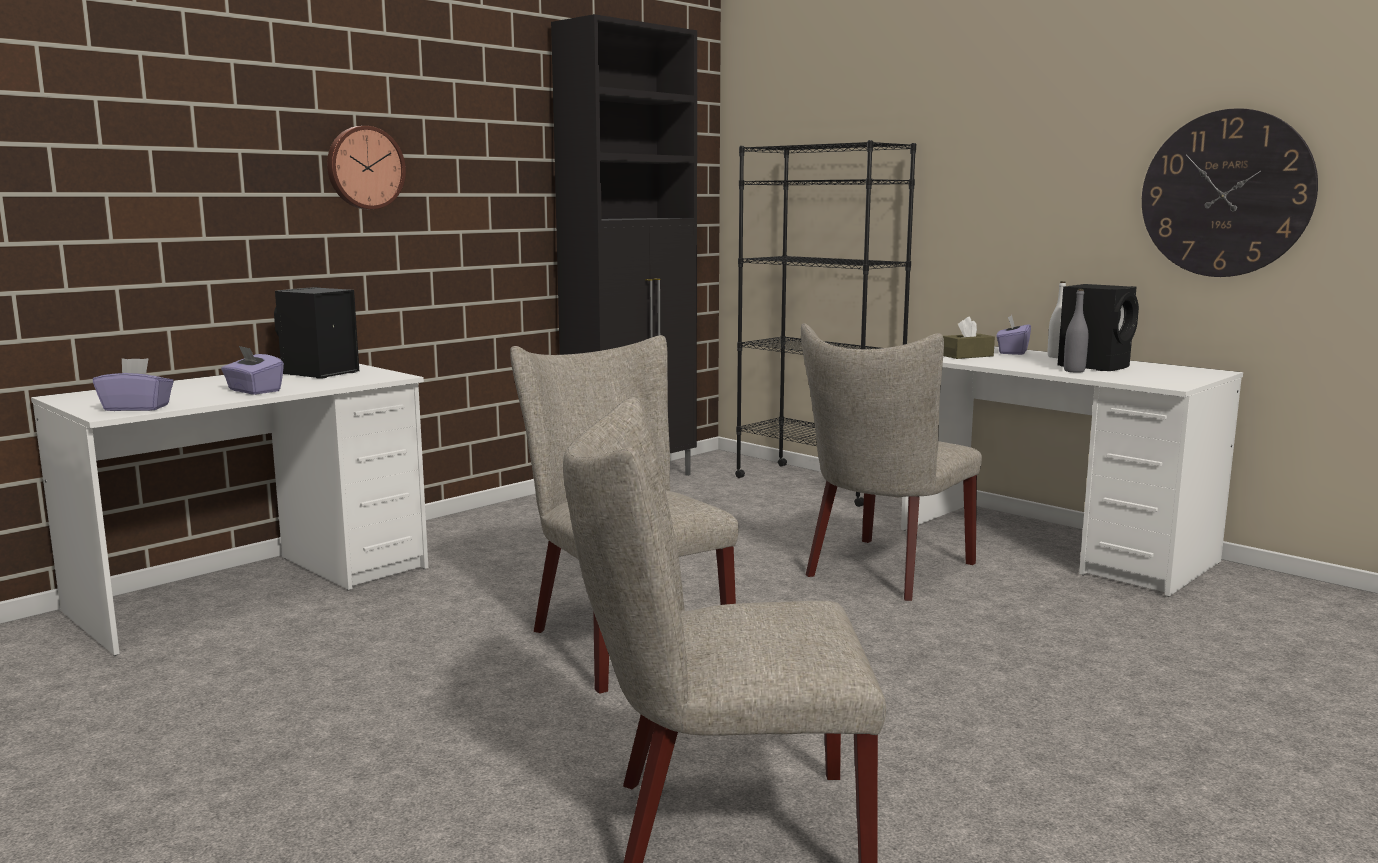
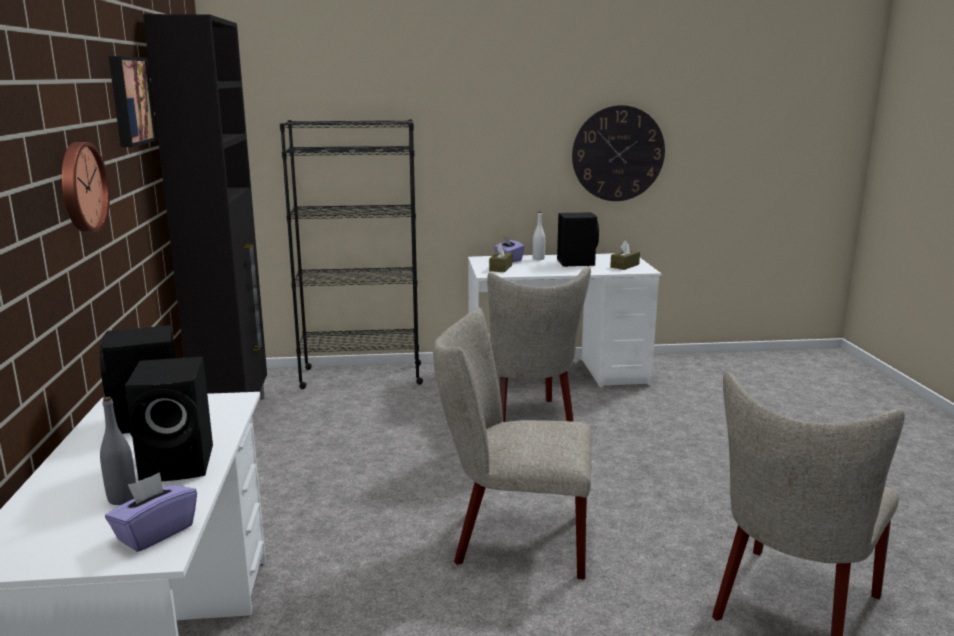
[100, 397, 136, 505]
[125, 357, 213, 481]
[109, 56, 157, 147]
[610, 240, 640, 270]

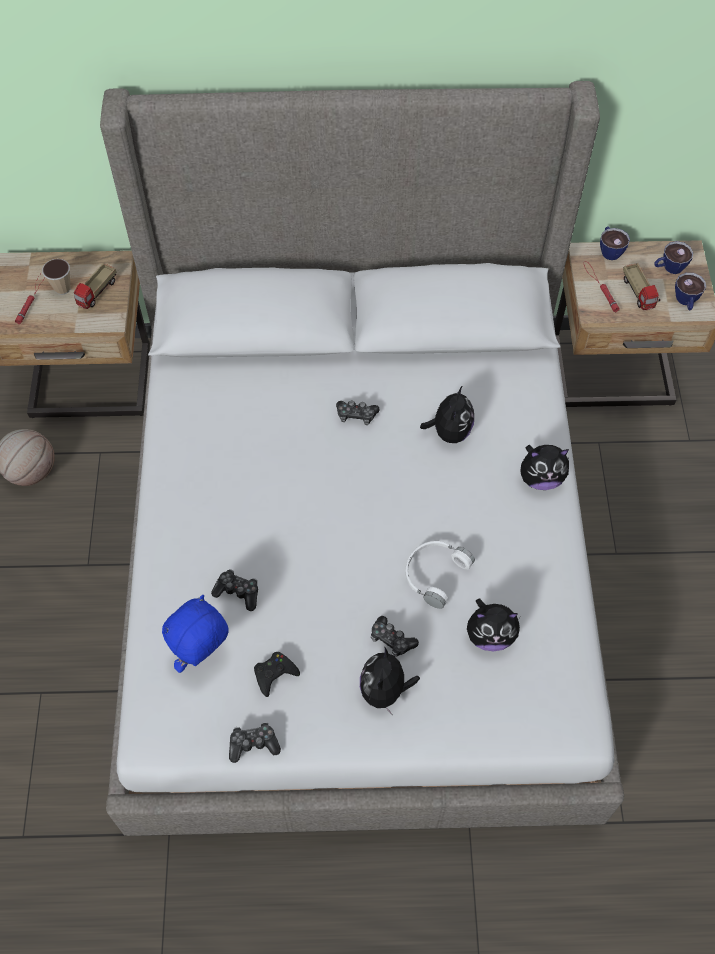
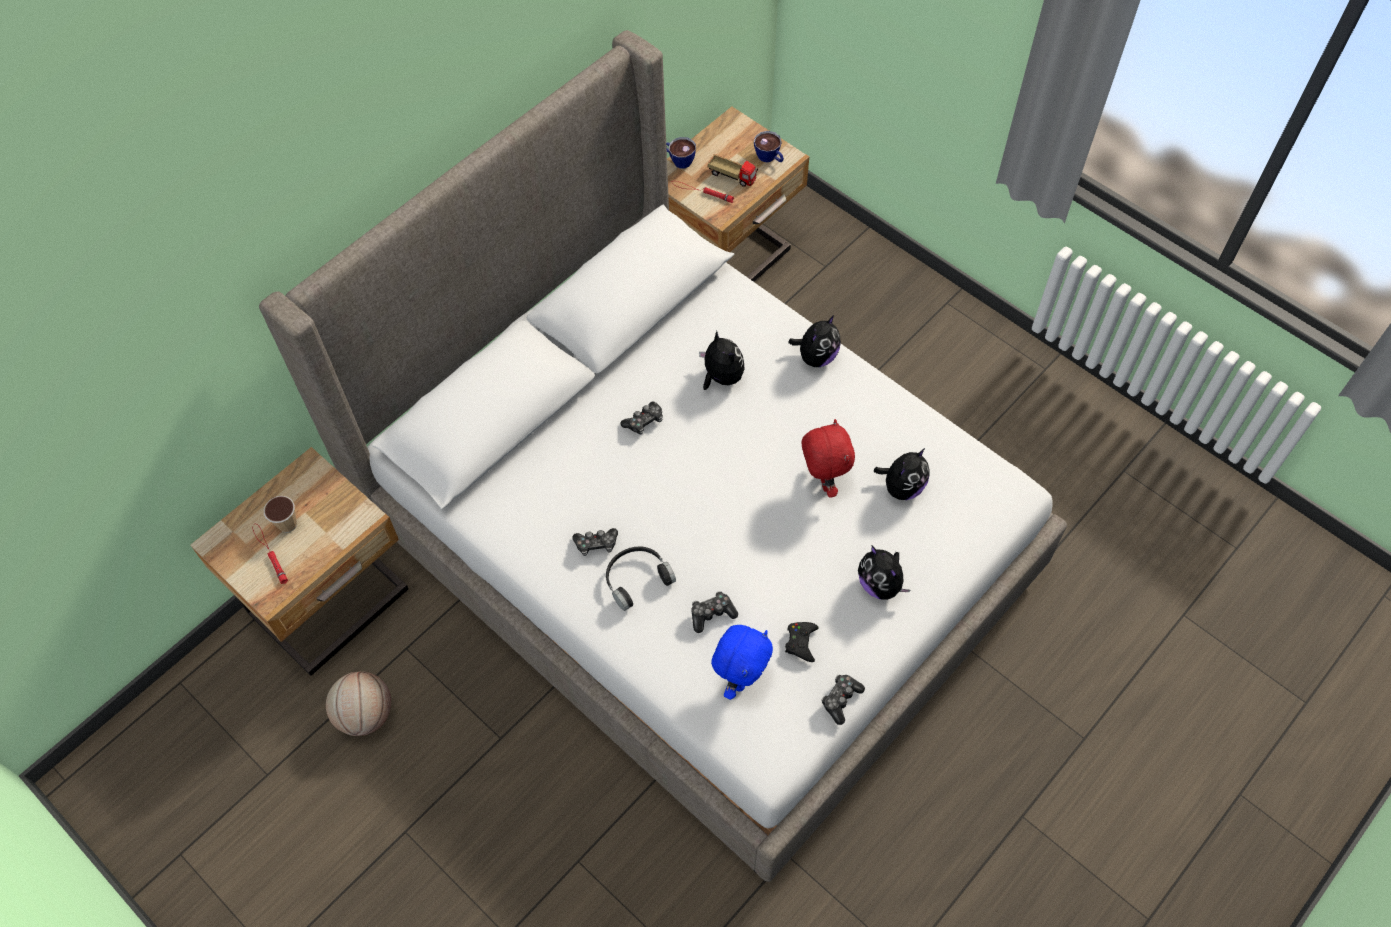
[654, 241, 693, 274] (first image)
[74, 263, 116, 309] (first image)
[802, 419, 855, 498]
[711, 625, 773, 700]
[572, 528, 618, 556]
[606, 546, 676, 611]

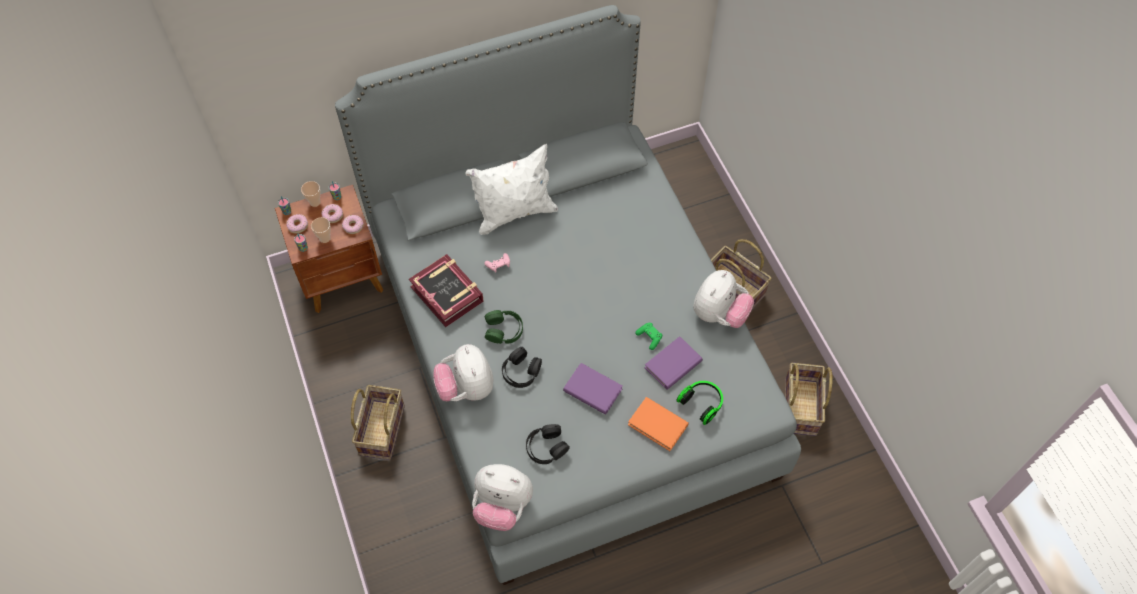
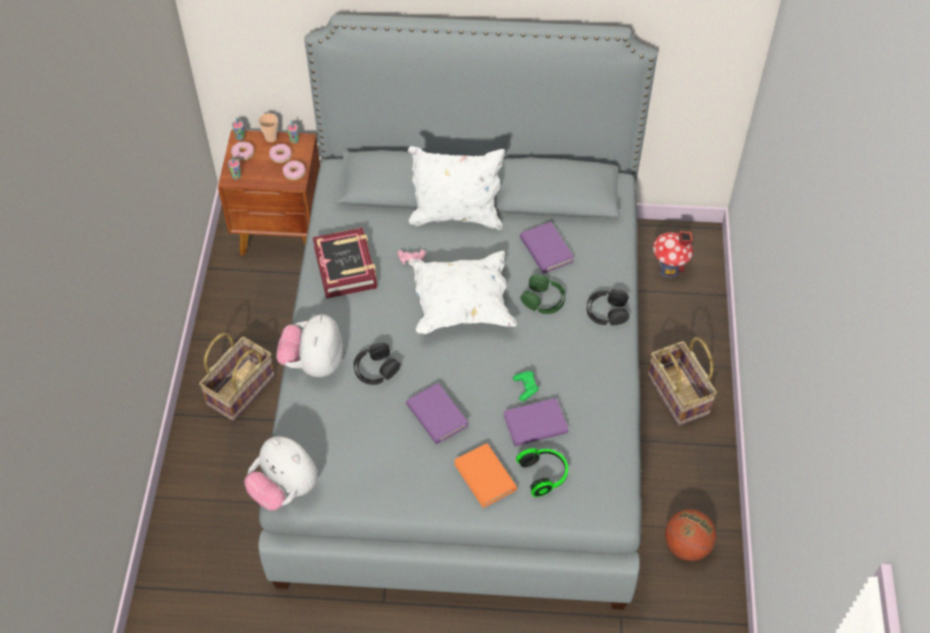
[311, 217, 331, 243] (first image)
[693, 270, 754, 328] (first image)
[520, 275, 565, 314]
[665, 509, 716, 561]
[587, 289, 629, 326]
[520, 222, 574, 274]
[653, 231, 693, 278]
[409, 251, 516, 334]

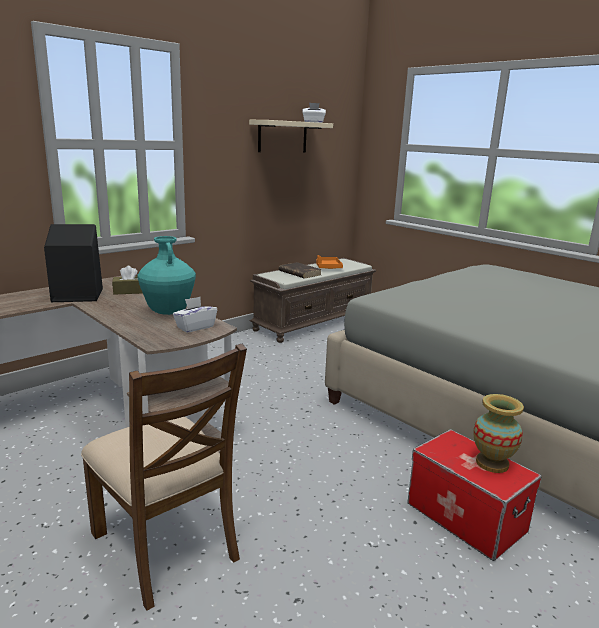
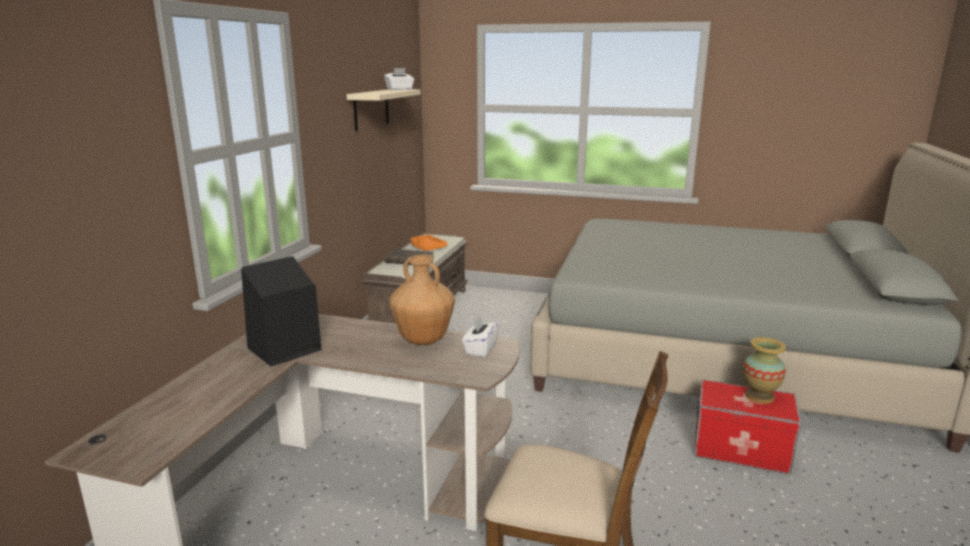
[389, 255, 455, 345]
[112, 266, 143, 295] (first image)

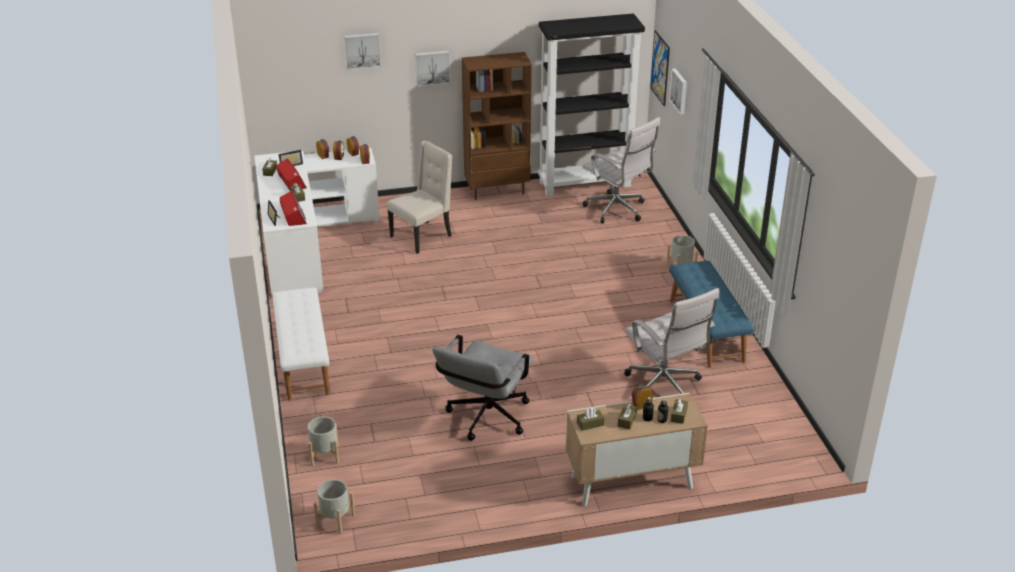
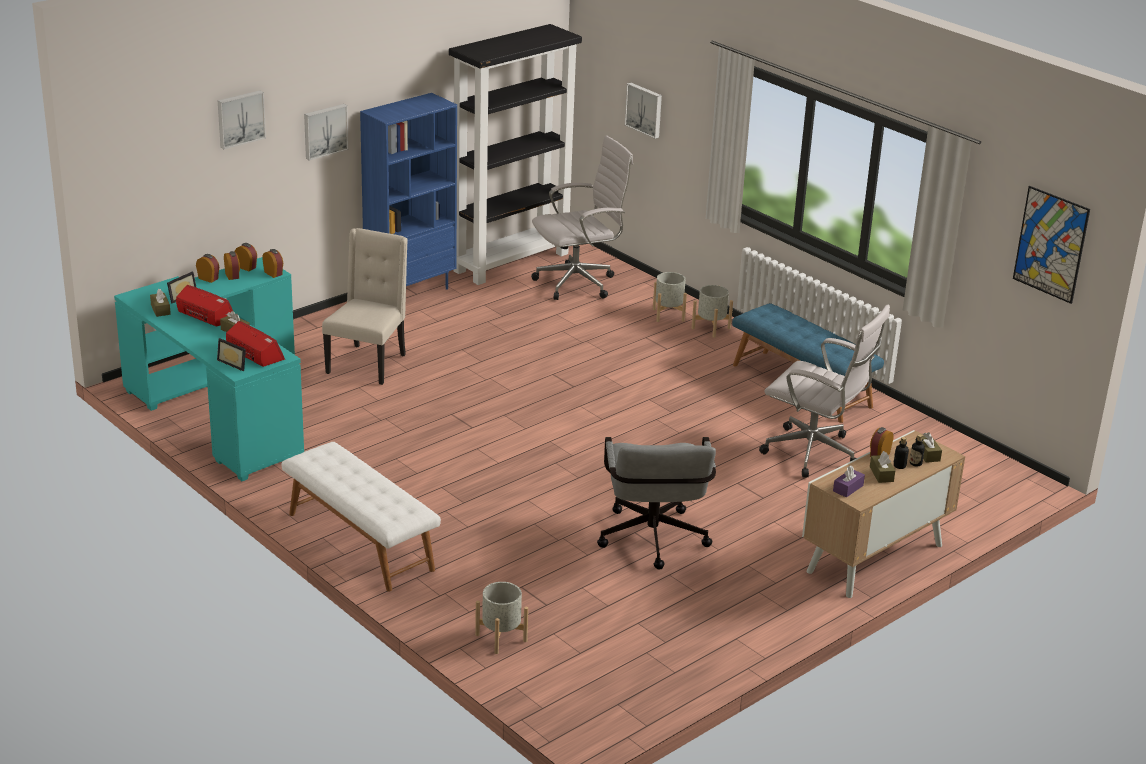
[1013, 186, 1090, 304]
[360, 93, 457, 290]
[531, 135, 633, 300]
[114, 257, 304, 481]
[833, 465, 865, 497]
[653, 272, 687, 322]

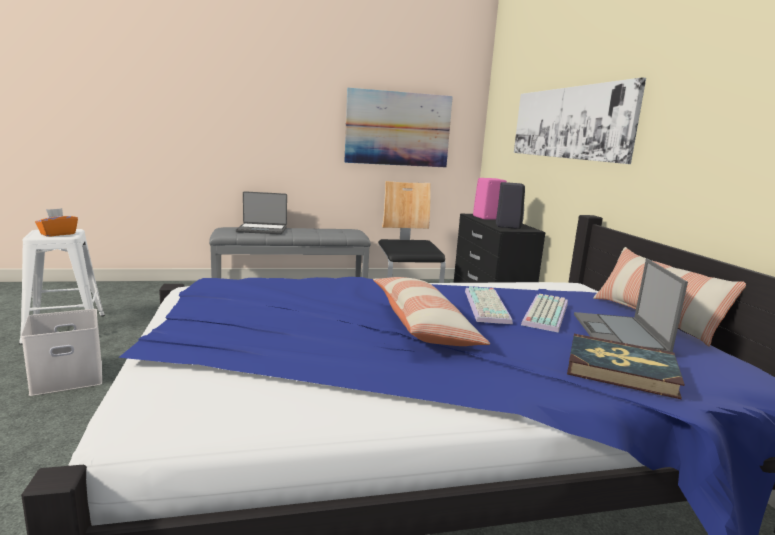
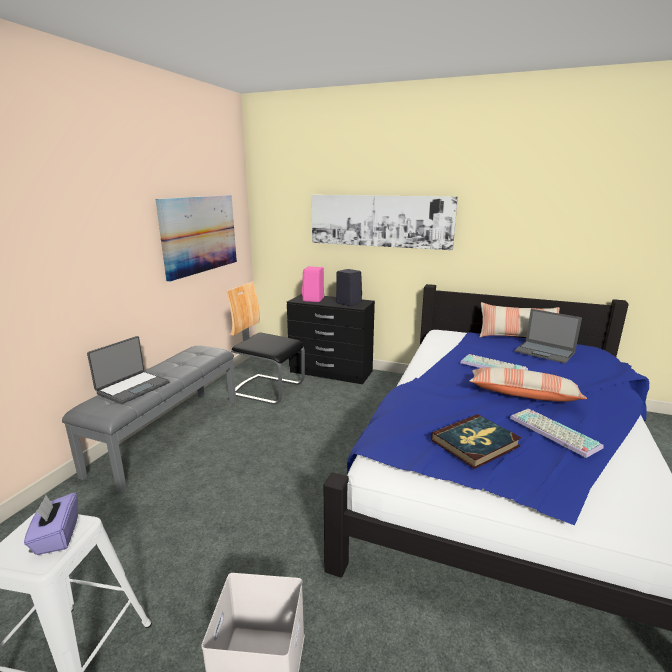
[24, 492, 78, 555]
[510, 409, 603, 458]
[431, 414, 522, 469]

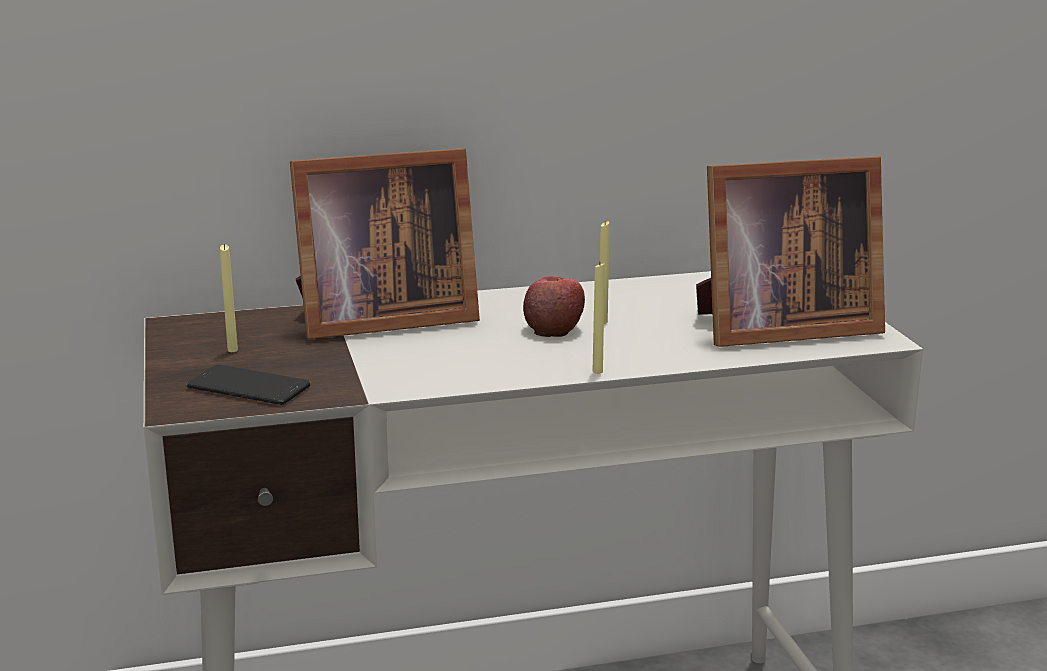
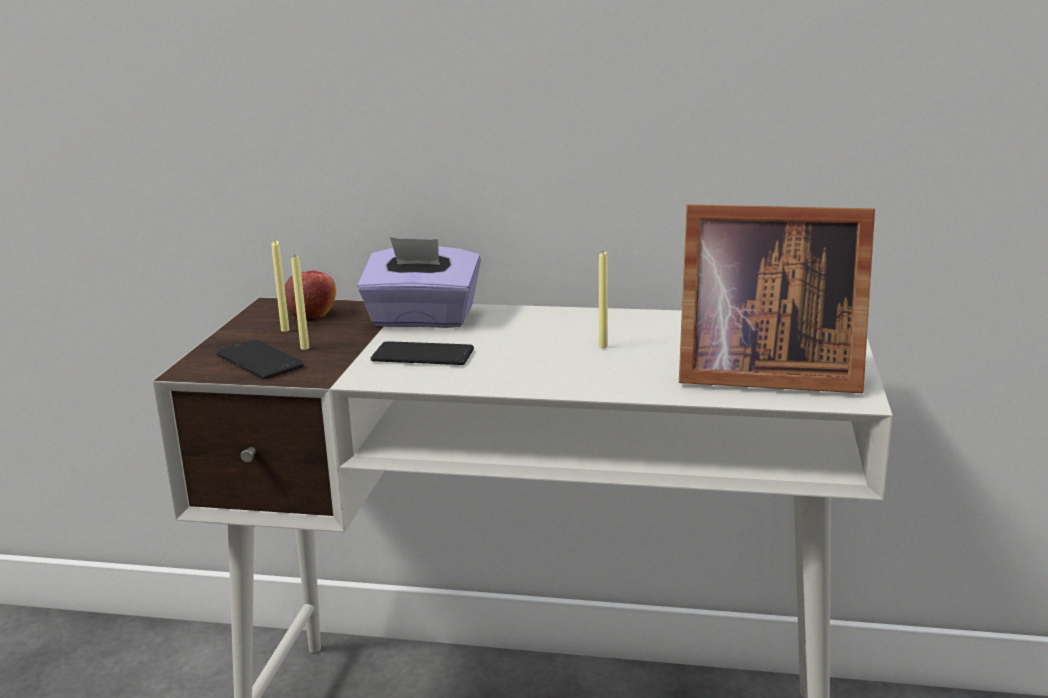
[357, 237, 481, 328]
[291, 254, 309, 350]
[284, 271, 336, 321]
[371, 341, 474, 365]

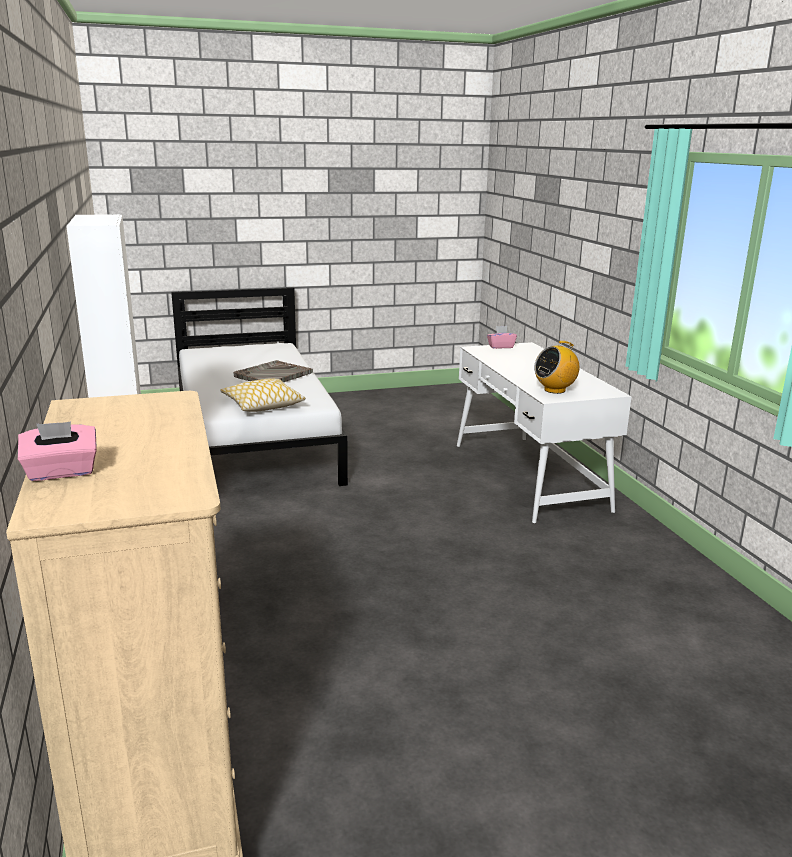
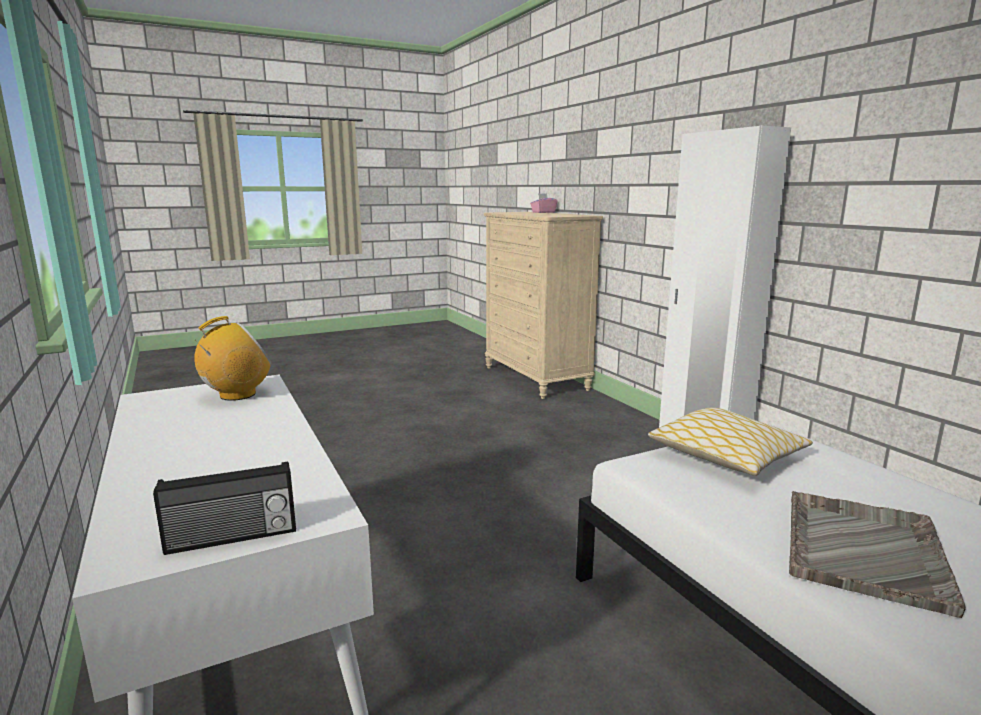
[153, 462, 296, 555]

